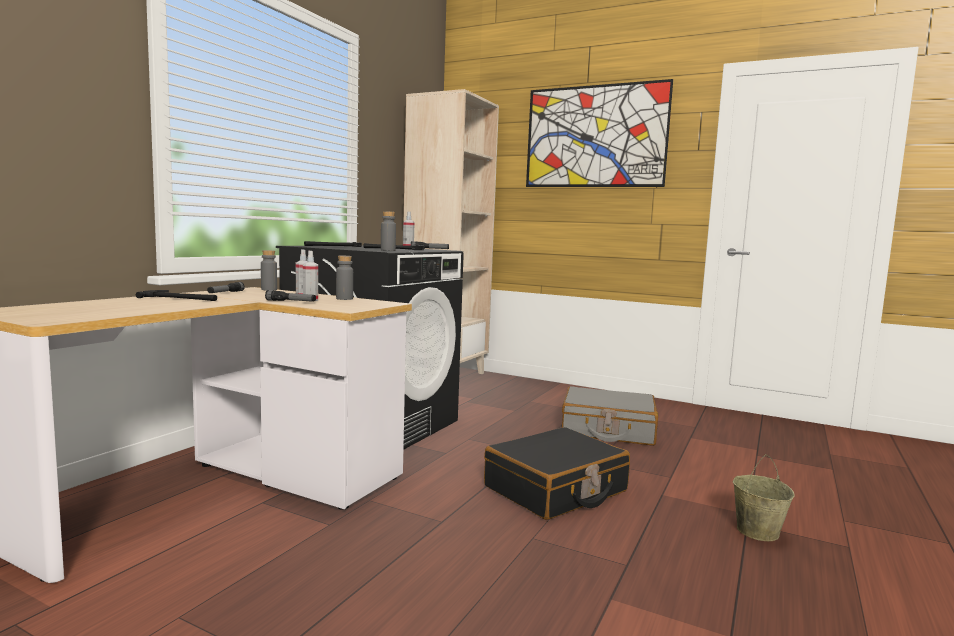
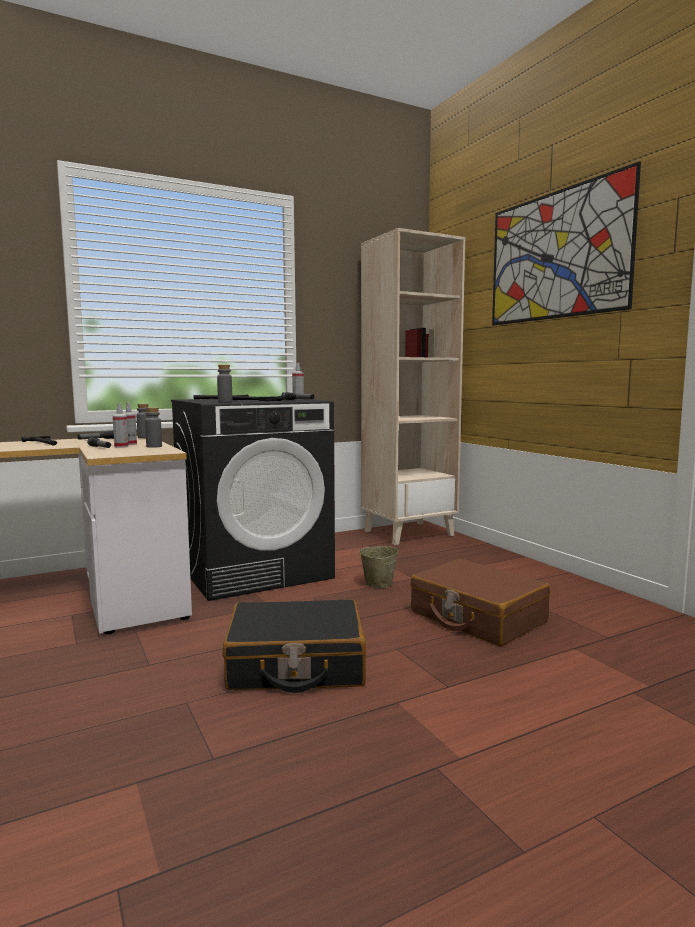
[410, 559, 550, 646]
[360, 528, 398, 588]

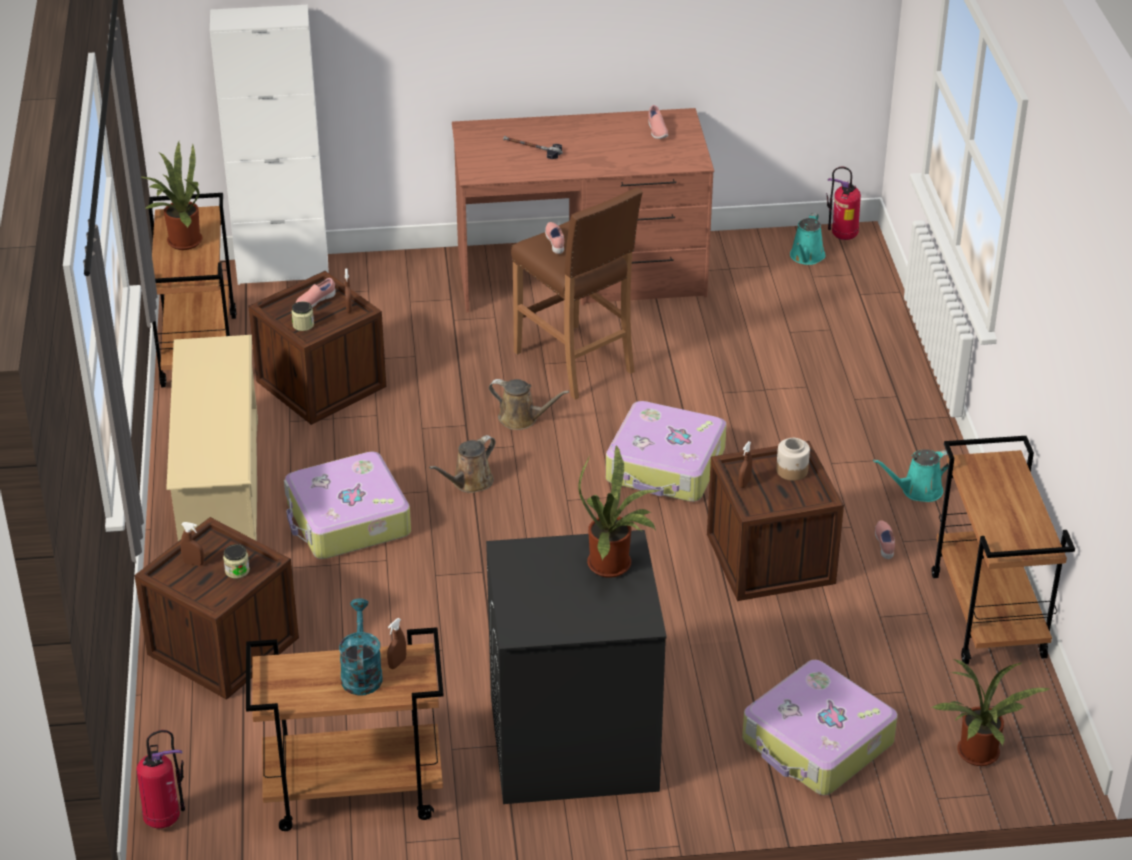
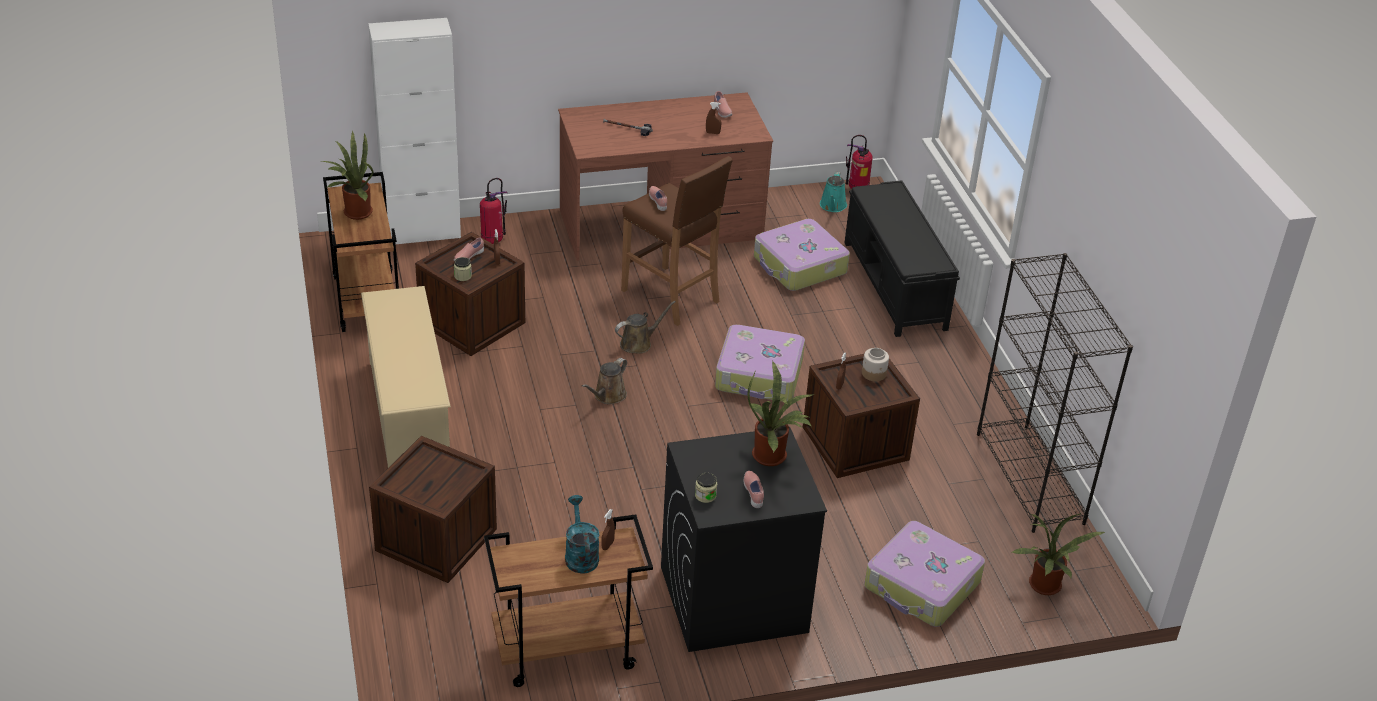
[615, 301, 676, 354]
[977, 253, 1133, 533]
[873, 449, 949, 502] (first image)
[754, 219, 850, 291]
[744, 471, 764, 508]
[706, 102, 721, 134]
[695, 473, 717, 503]
[480, 178, 508, 244]
[844, 180, 960, 337]

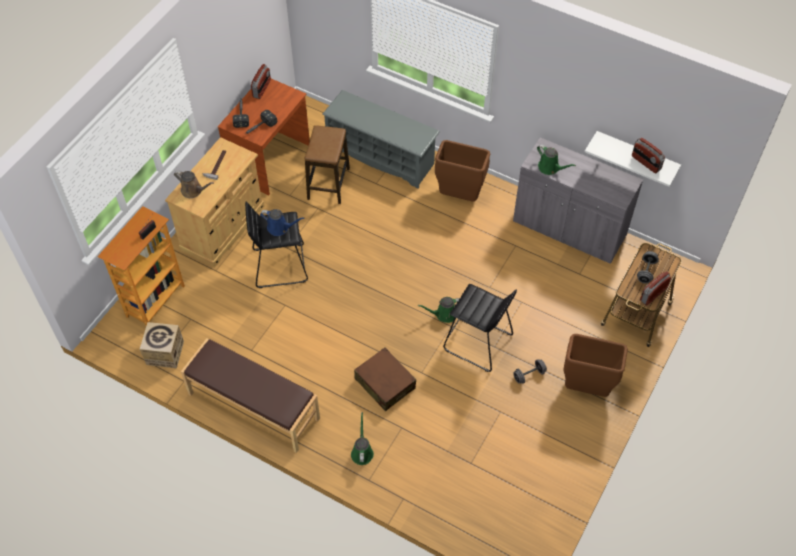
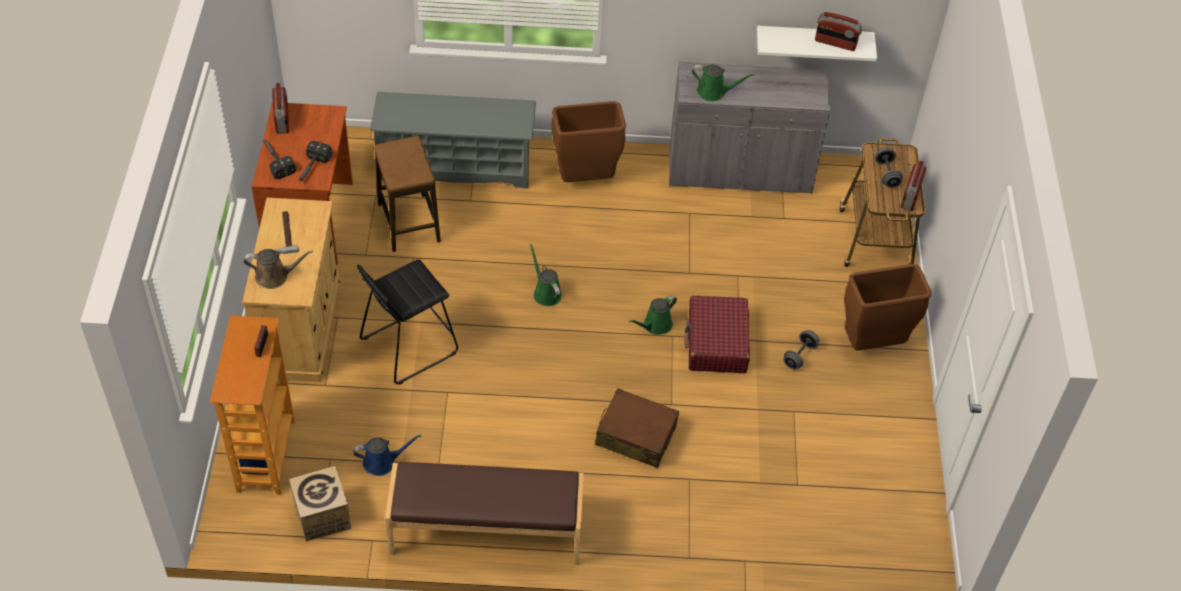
[353, 434, 422, 476]
[685, 296, 750, 373]
[530, 244, 562, 306]

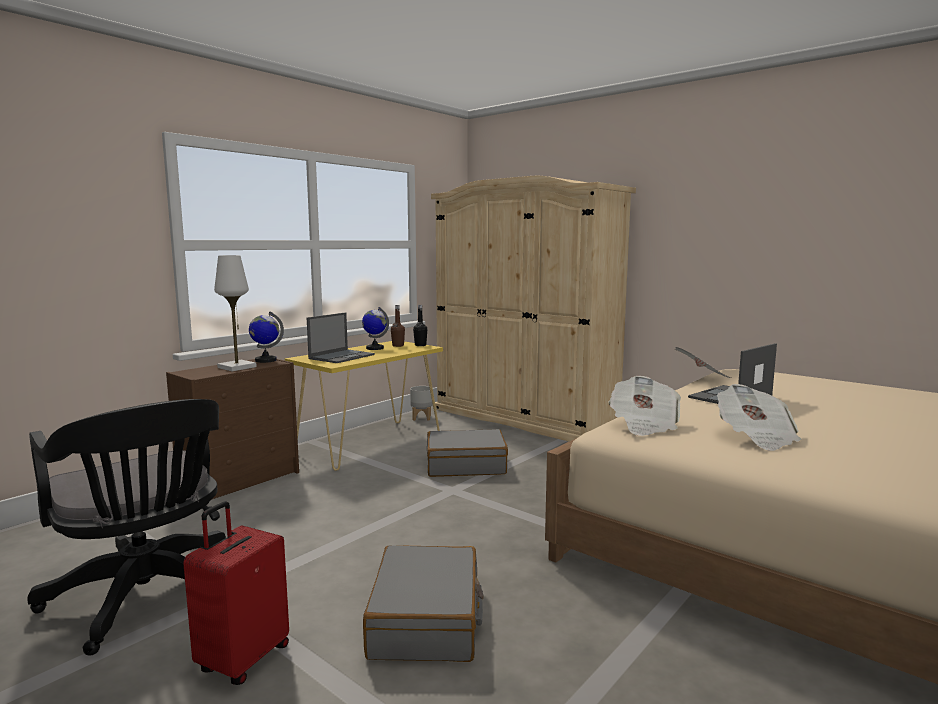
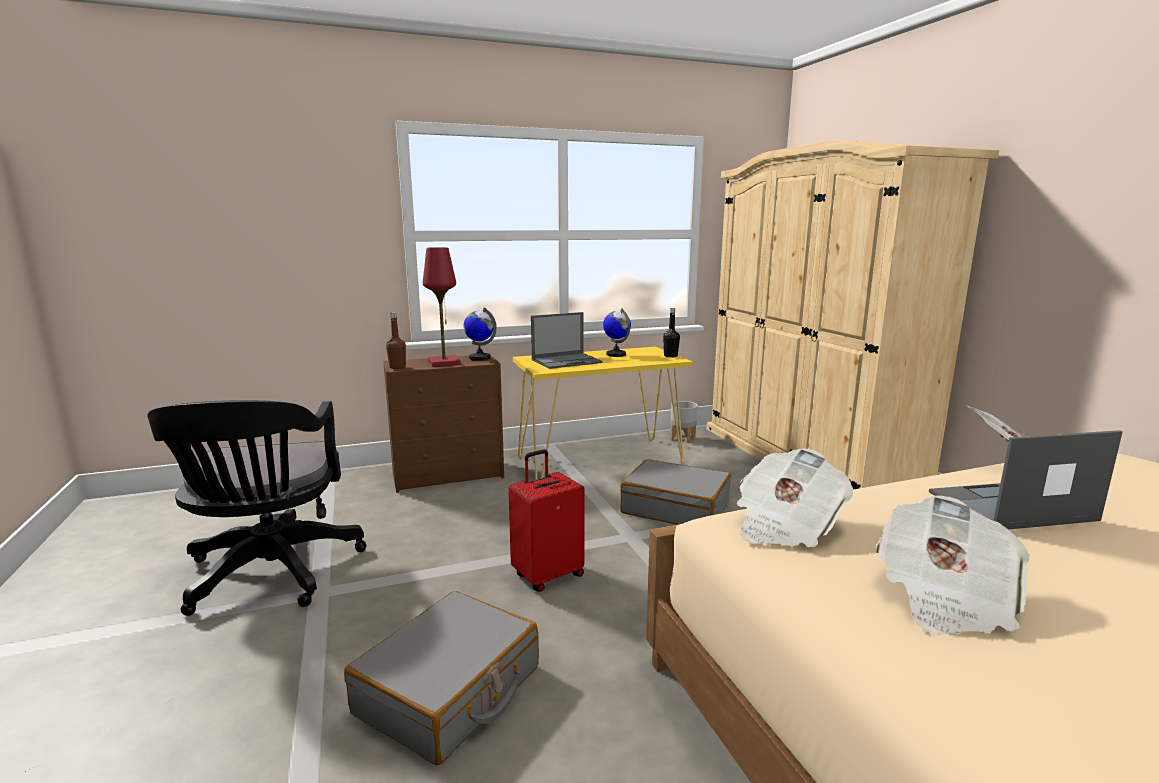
[423, 247, 460, 367]
[386, 313, 406, 369]
[508, 449, 585, 592]

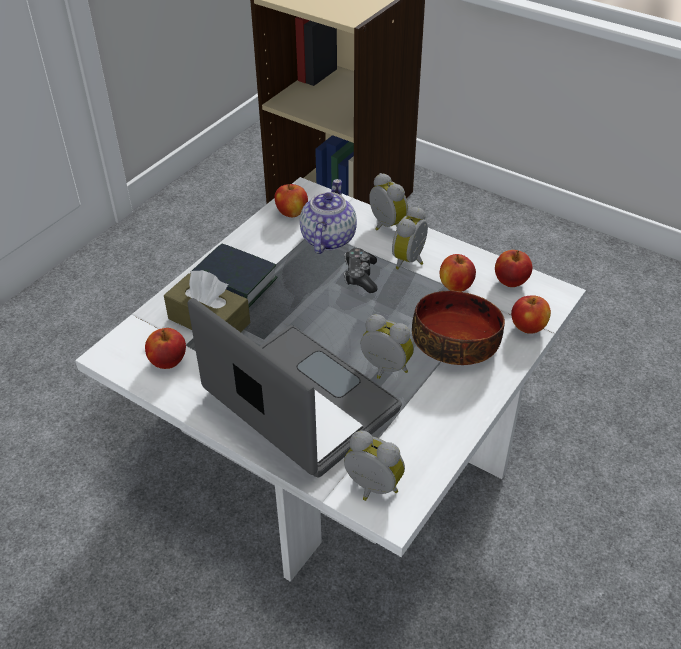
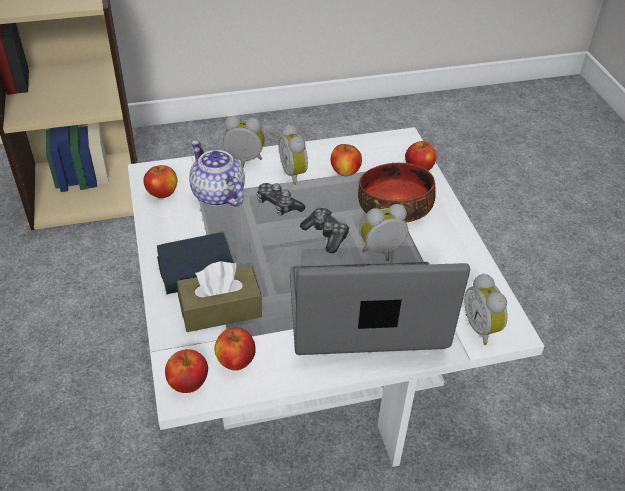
[165, 349, 208, 393]
[464, 273, 507, 345]
[300, 208, 350, 253]

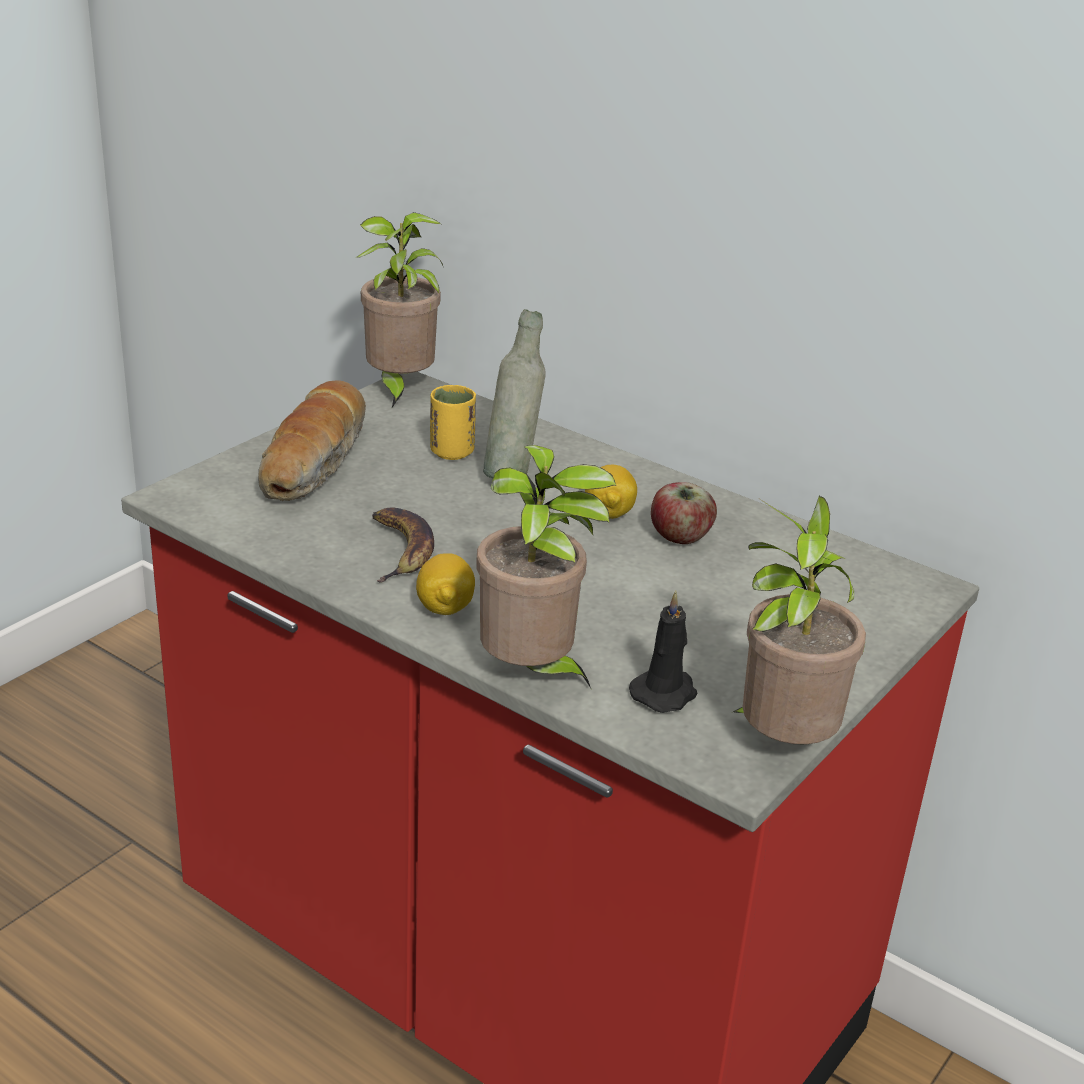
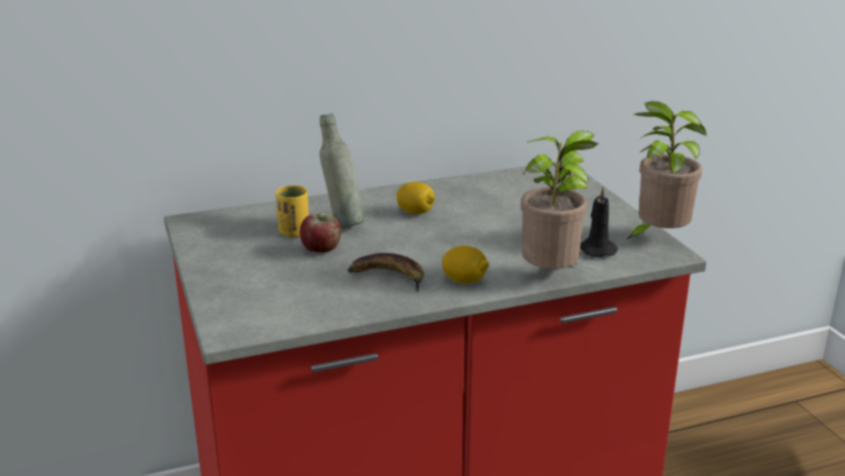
[356, 212, 443, 407] (first image)
[258, 380, 366, 501] (first image)
[300, 213, 342, 252]

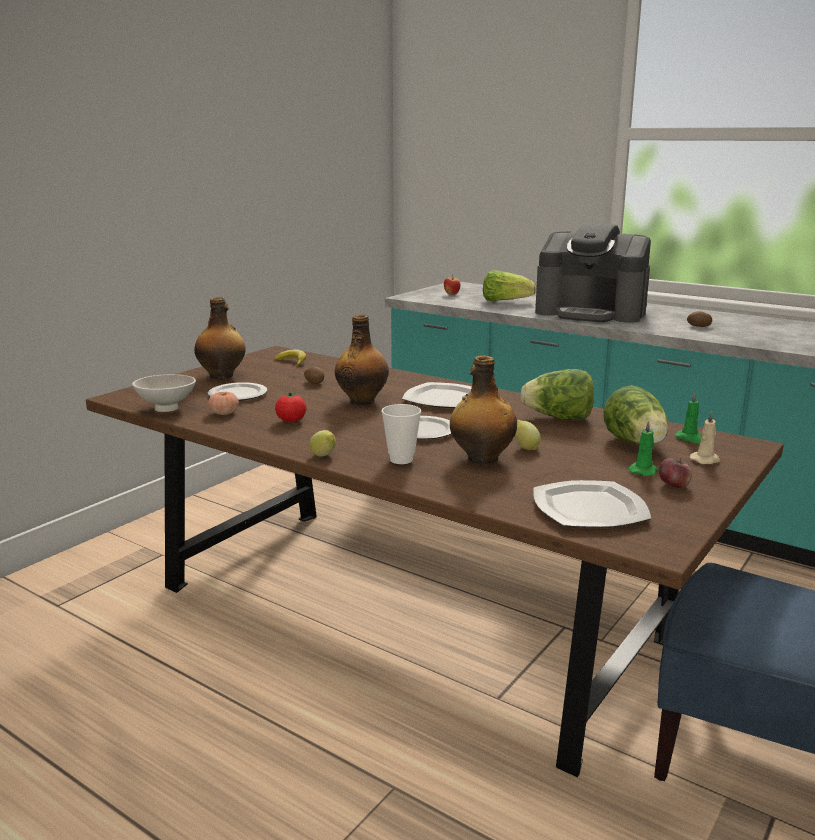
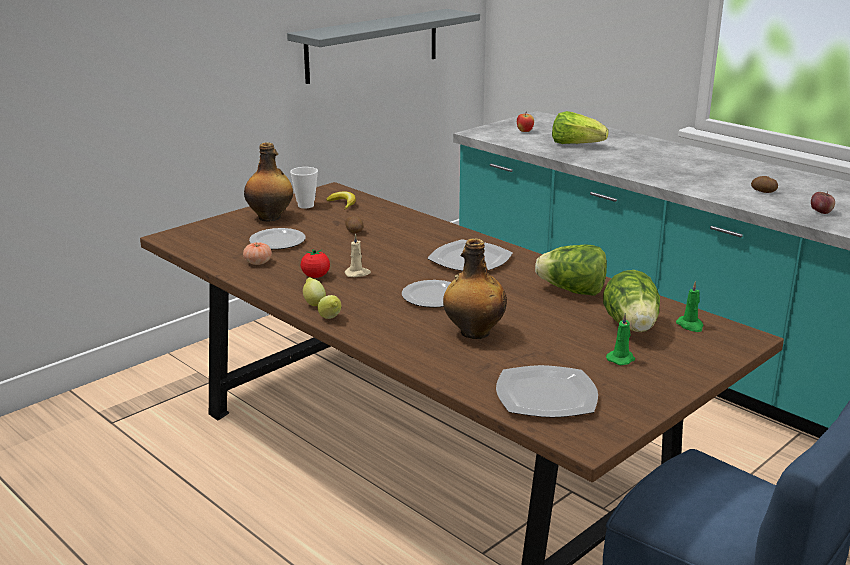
[535, 223, 651, 323] (first image)
[335, 314, 389, 405] (first image)
[132, 374, 196, 412] (first image)
[290, 167, 318, 208]
[344, 234, 371, 277]
[303, 277, 326, 306]
[811, 192, 835, 214]
[287, 9, 480, 84]

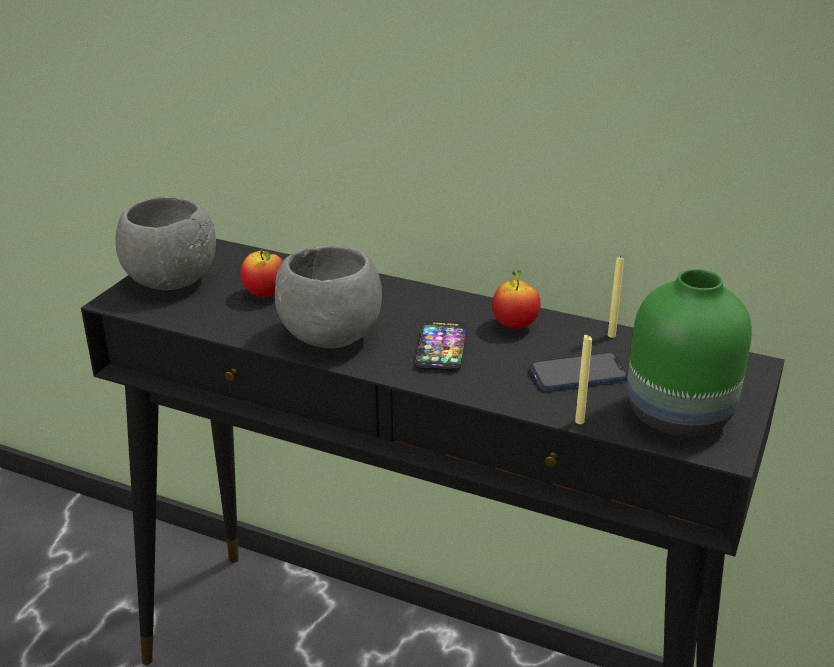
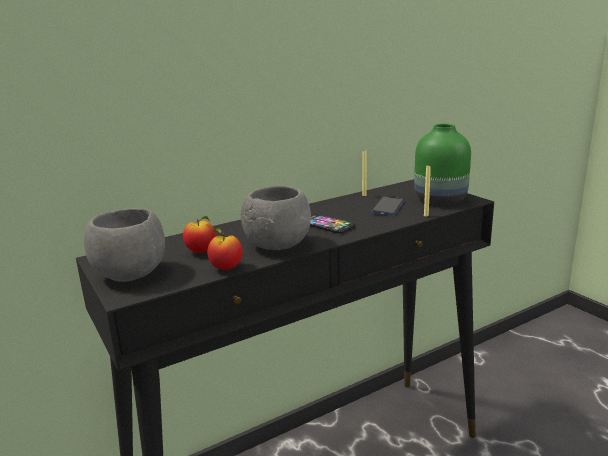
[207, 228, 243, 270]

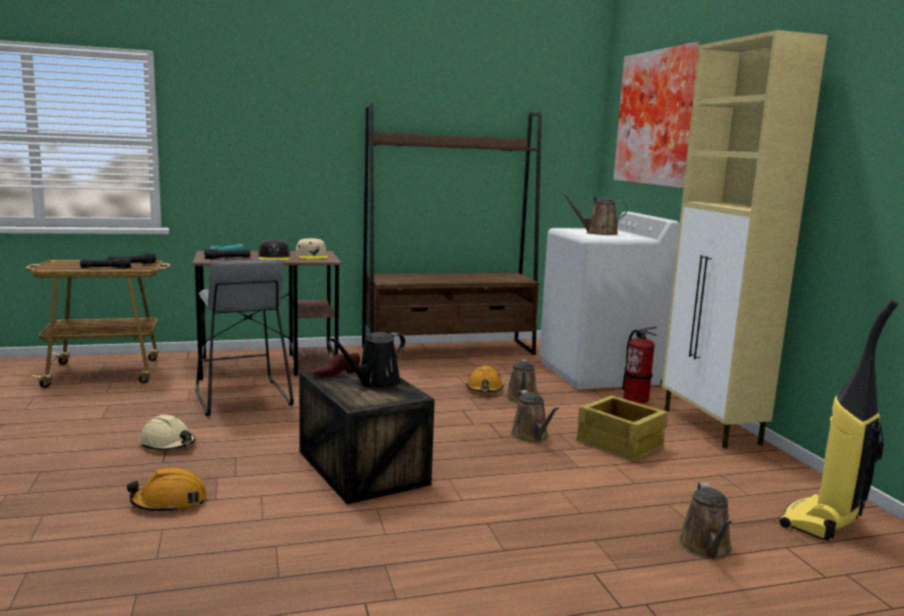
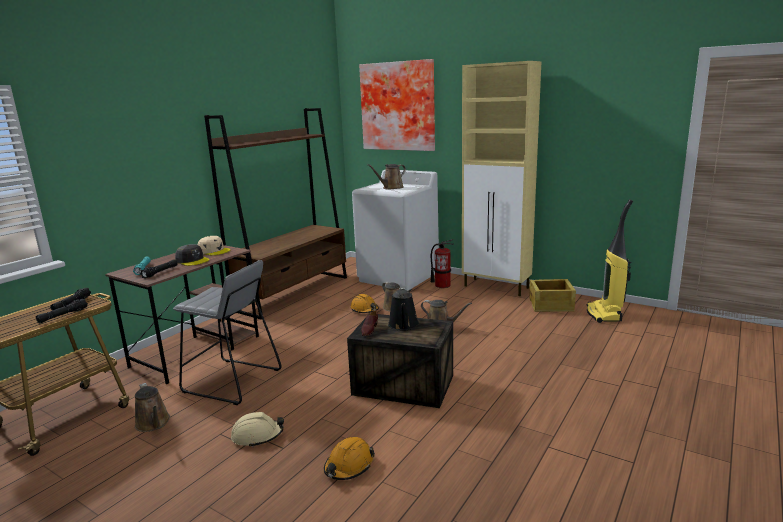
[529, 279, 576, 312]
[135, 383, 170, 432]

